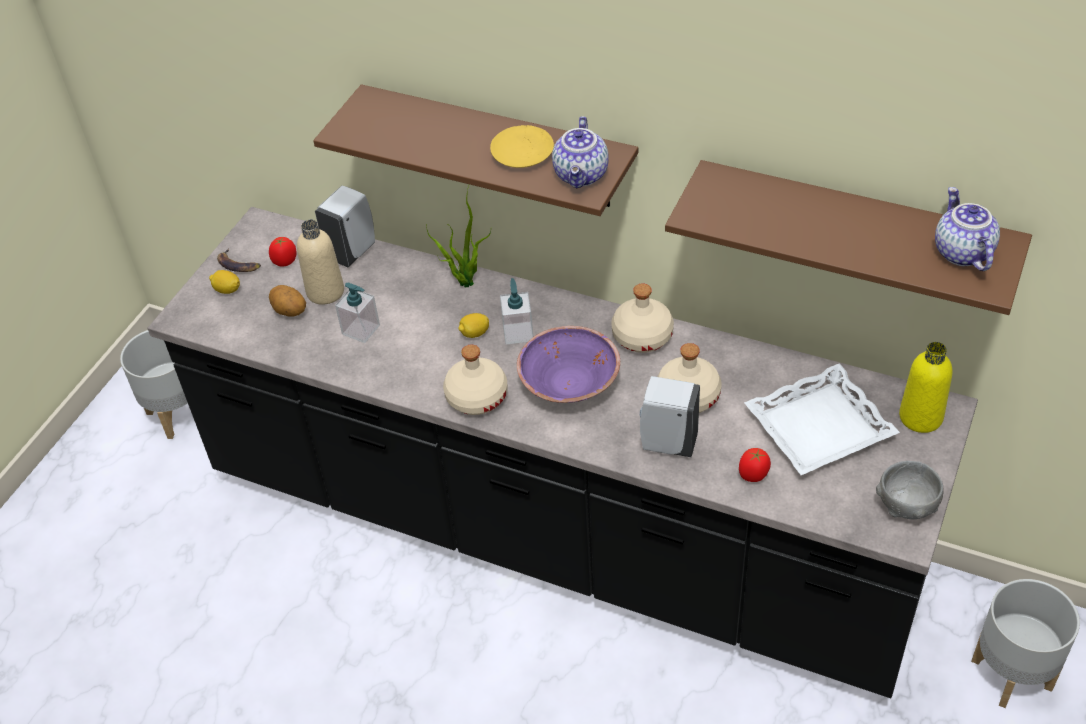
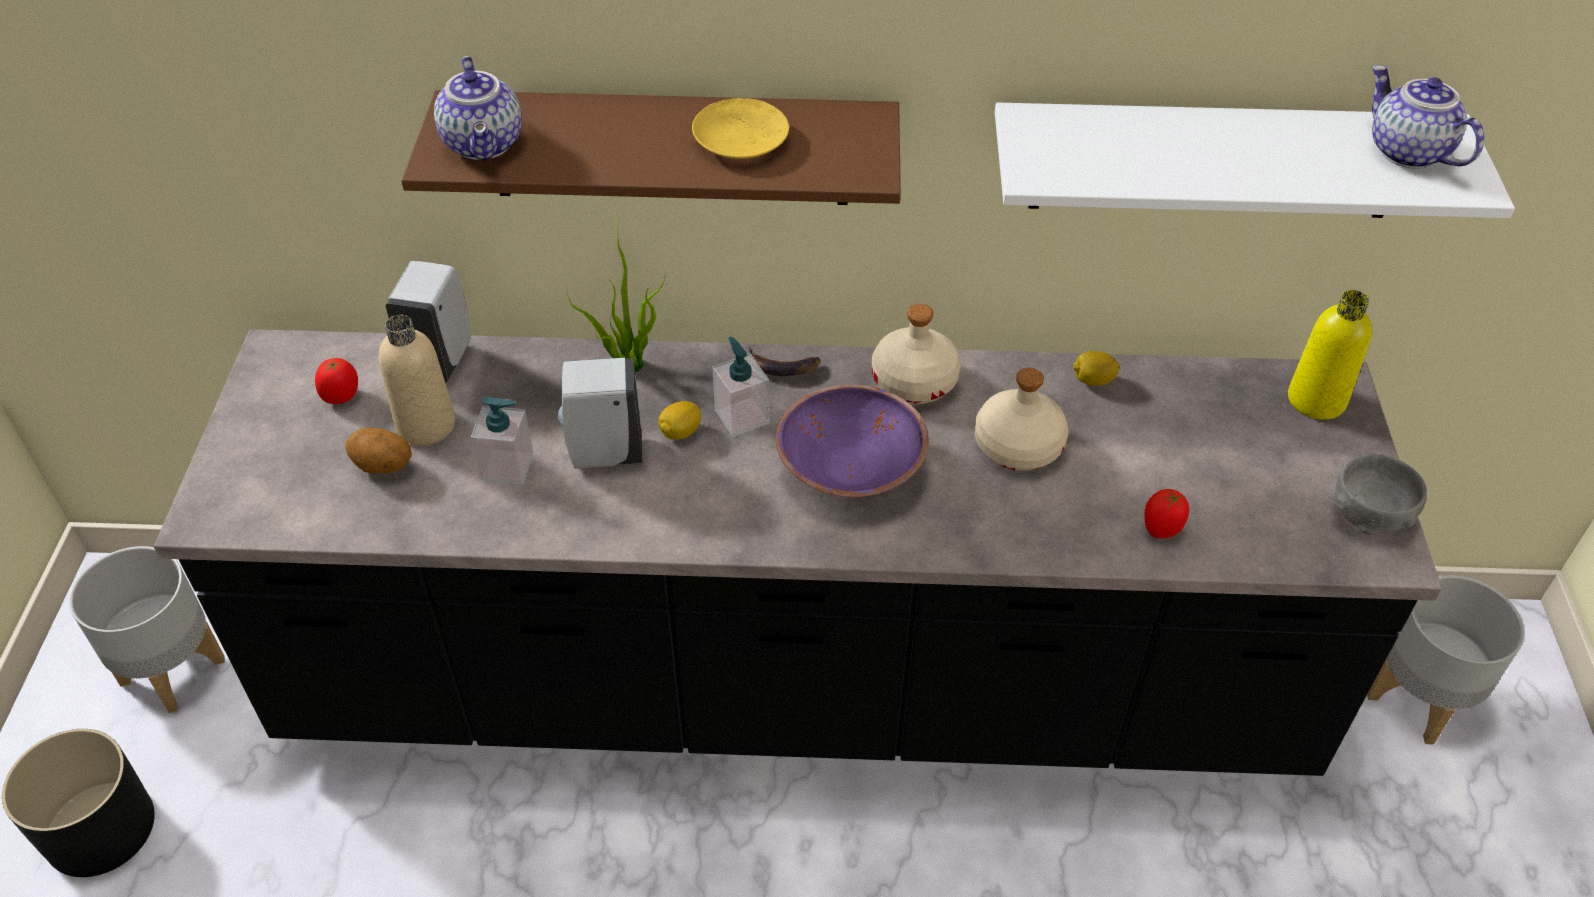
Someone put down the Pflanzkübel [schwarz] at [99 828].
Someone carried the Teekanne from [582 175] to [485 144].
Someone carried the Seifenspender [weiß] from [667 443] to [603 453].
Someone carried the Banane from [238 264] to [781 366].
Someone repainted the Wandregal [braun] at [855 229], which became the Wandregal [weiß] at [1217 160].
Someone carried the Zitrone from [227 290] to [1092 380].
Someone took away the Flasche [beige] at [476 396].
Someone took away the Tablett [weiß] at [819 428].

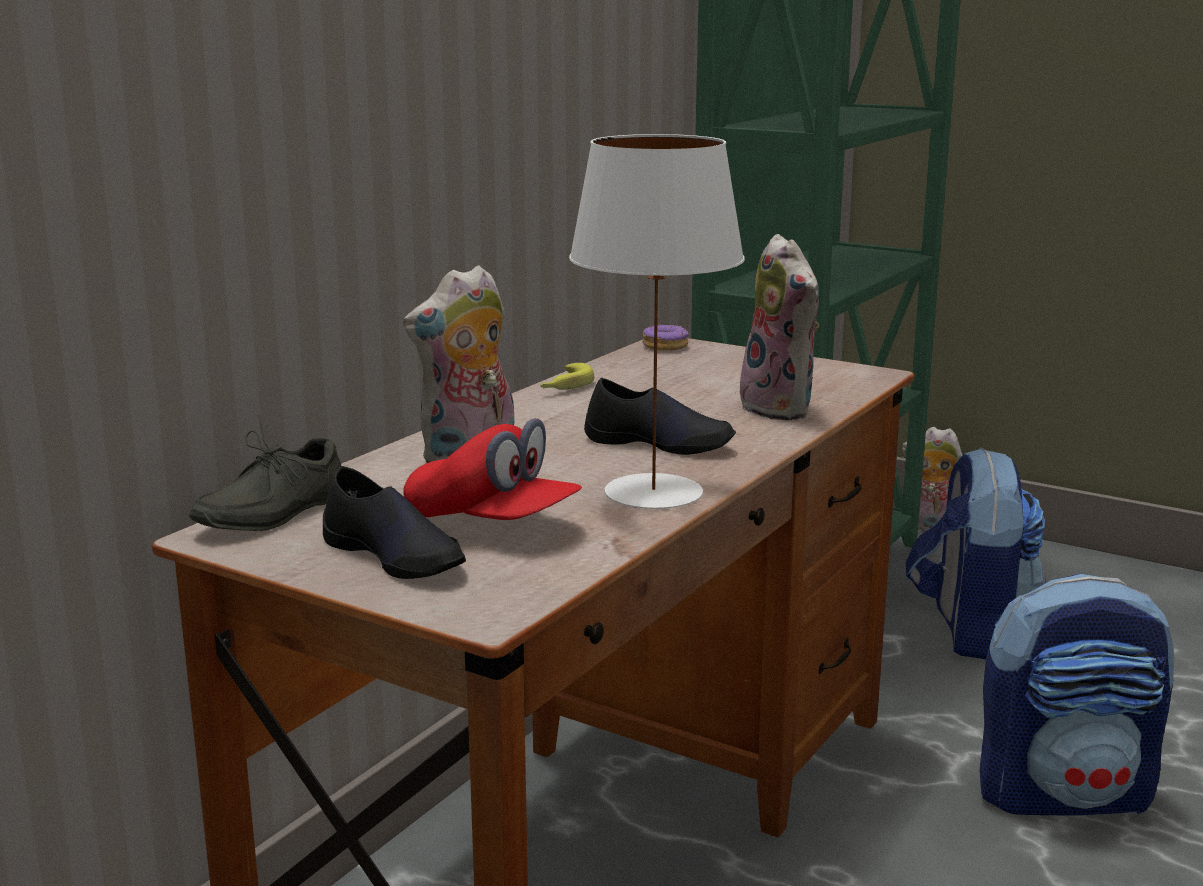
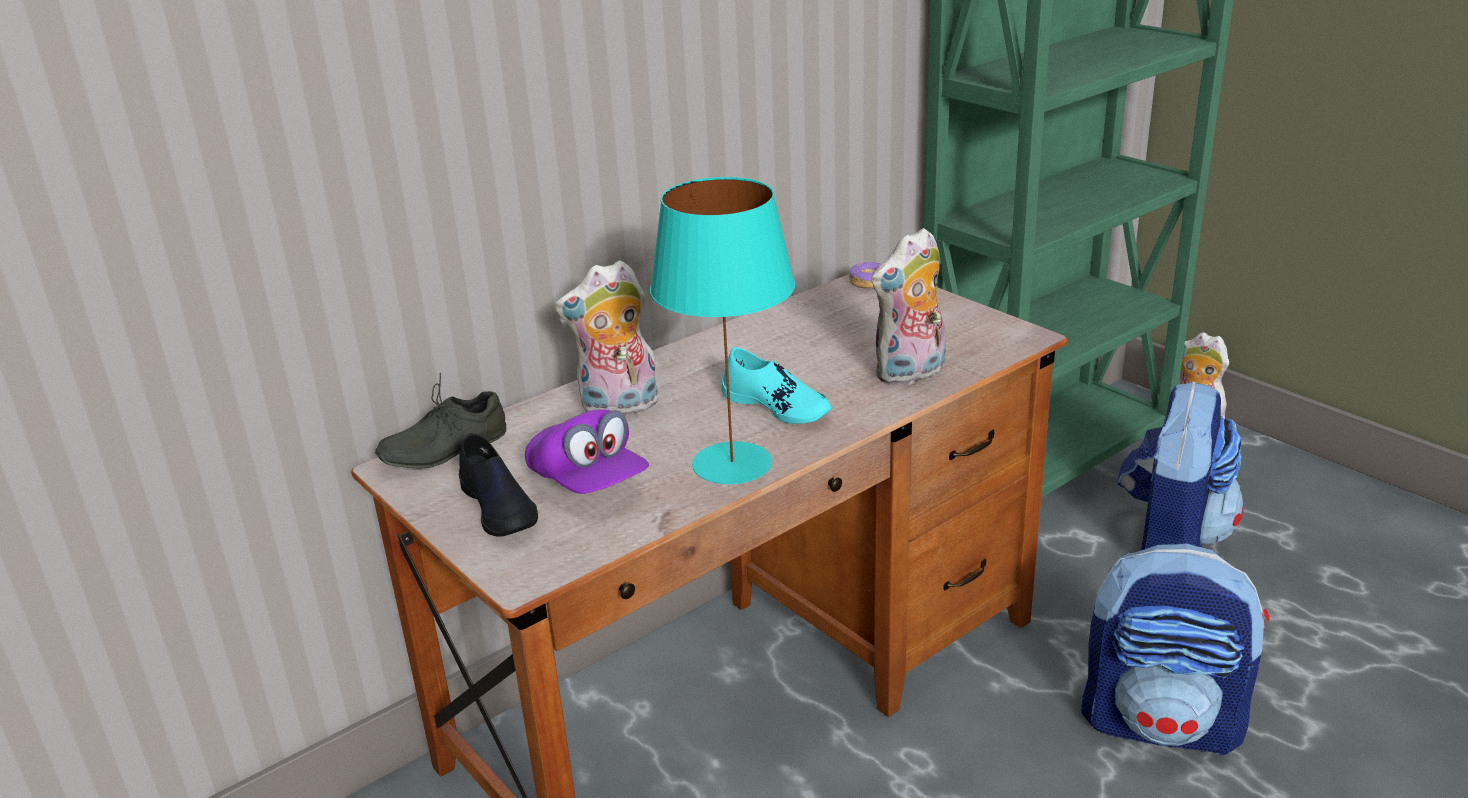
Someone repainted the Kappe [rot] at [492 523], which became the Kappe [lila] at [588 482].
Someone repainted the Tischlampe [weiß] at [653 491], which became the Tischlampe [türkis] at [733 462].
Someone repainted the Schuh [schwarz] at [659 443], which became the Schuh [türkis] at [777 406].
Someone rotated the Plüschtier at [782 408] by 60 degrees clockwise.
Someone took away the Banane at [564 386].

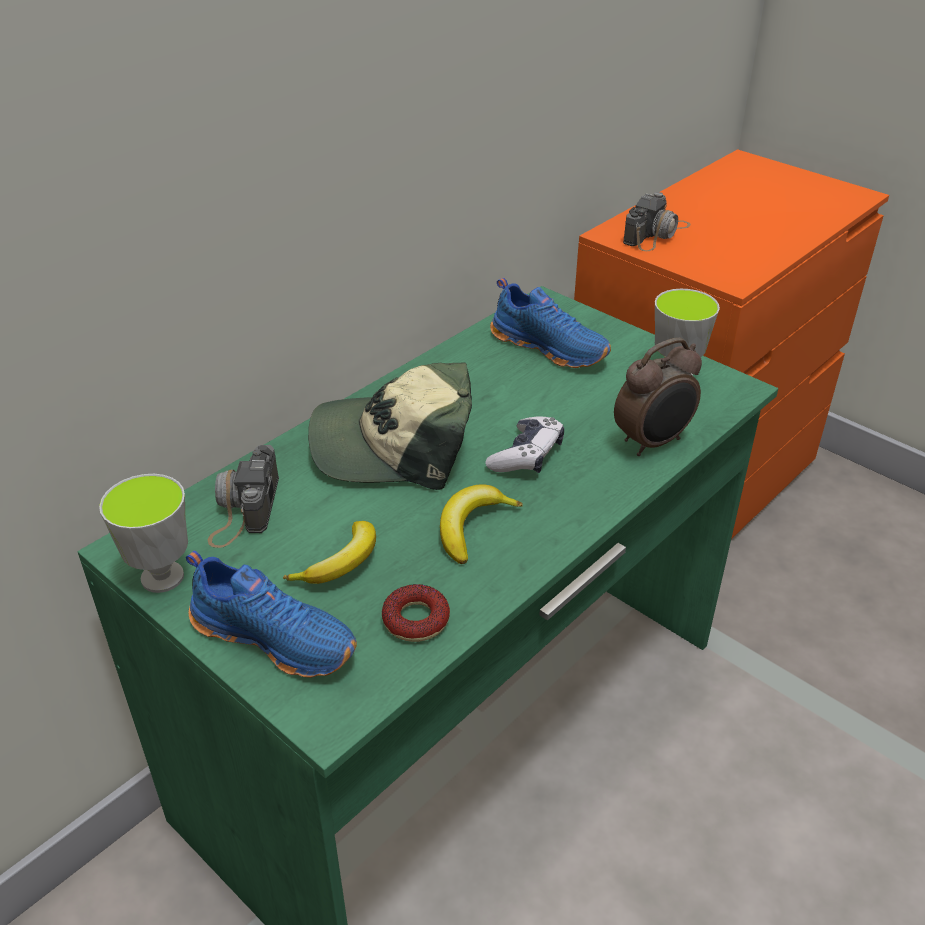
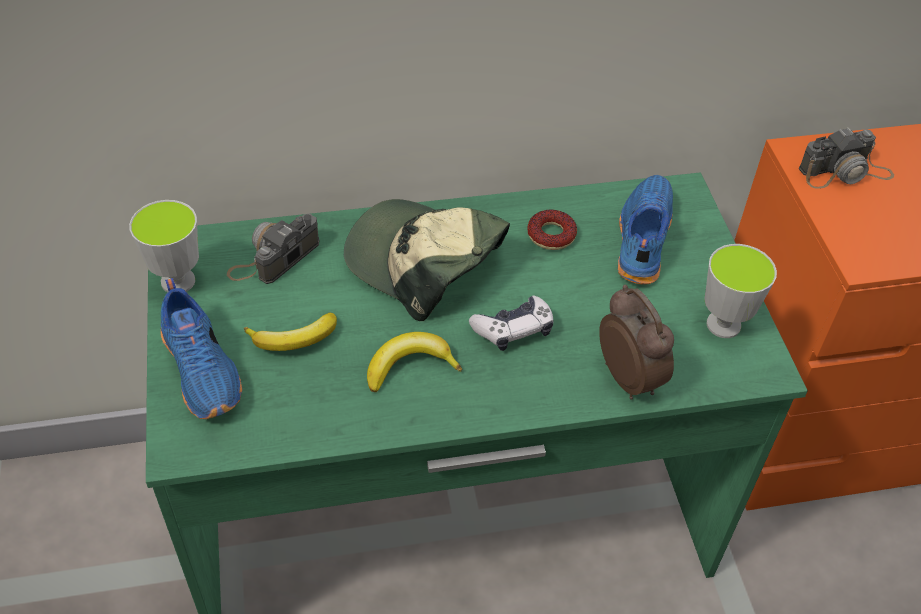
Someone carried the Donut from [416 620] to [551 235].
Someone rotated the Wecker at [653 442] by 120 degrees counterclockwise.
Someone rotated the Schuh [blau] at [550 347] by 150 degrees counterclockwise.

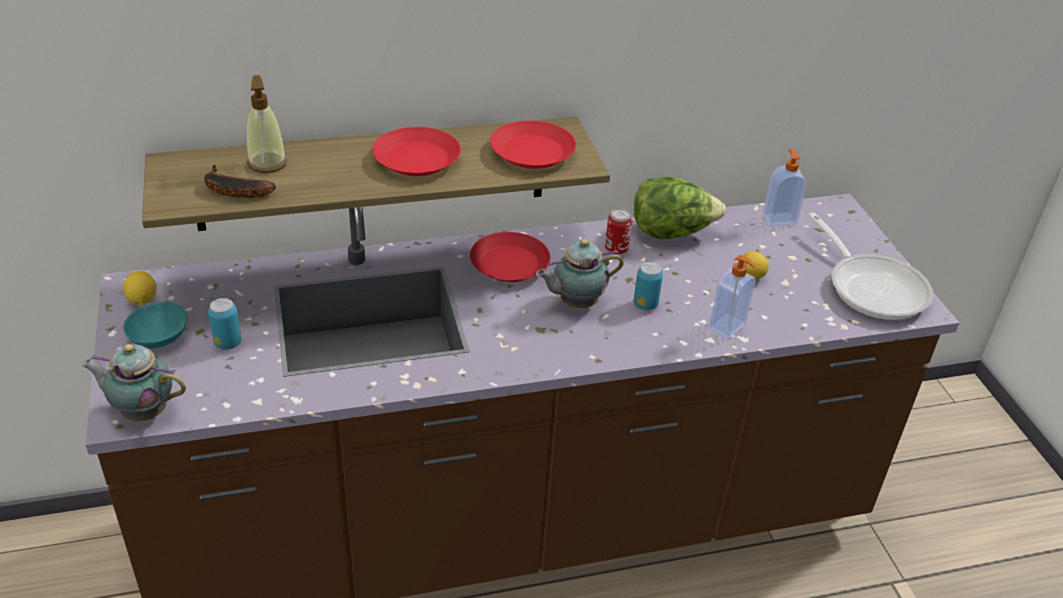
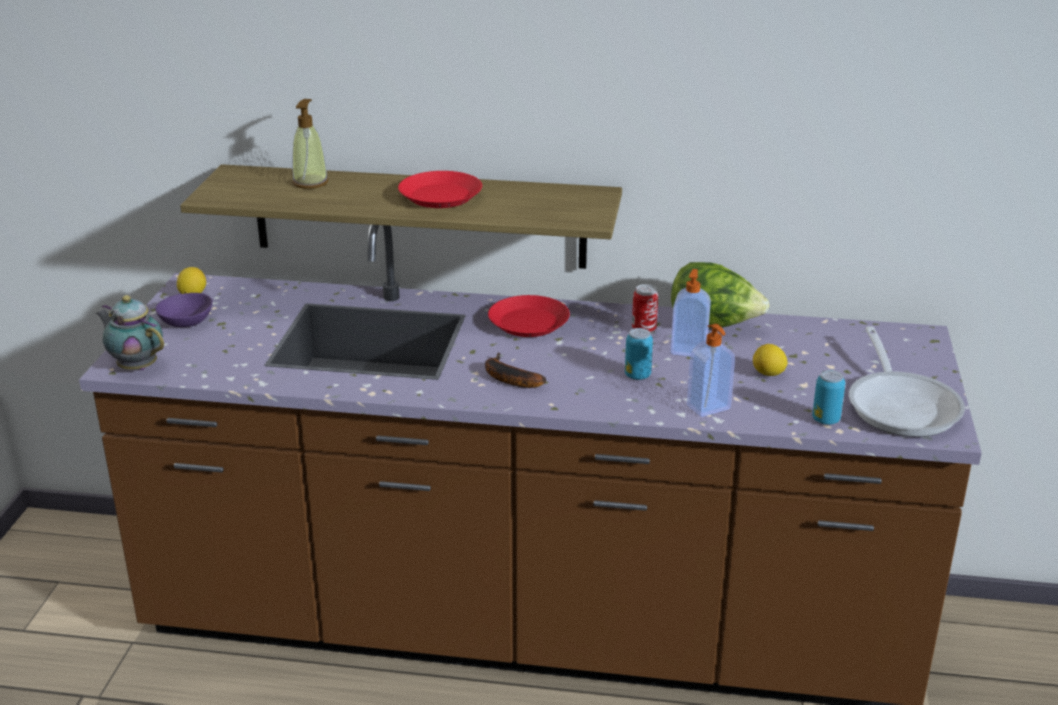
Someone repainted the Schüssel [türkis] at [157 335], which became the Schüssel [lila] at [186 320].
Someone carried the Banane from [232 190] to [507 378].
Someone carried the Seifenspender from [779 218] to [688 350].
Someone carried the Dose from [228 343] to [825 420].
Someone took away the Teller [rot] at [532 152].
Someone took away the Teekanne at [575 303].

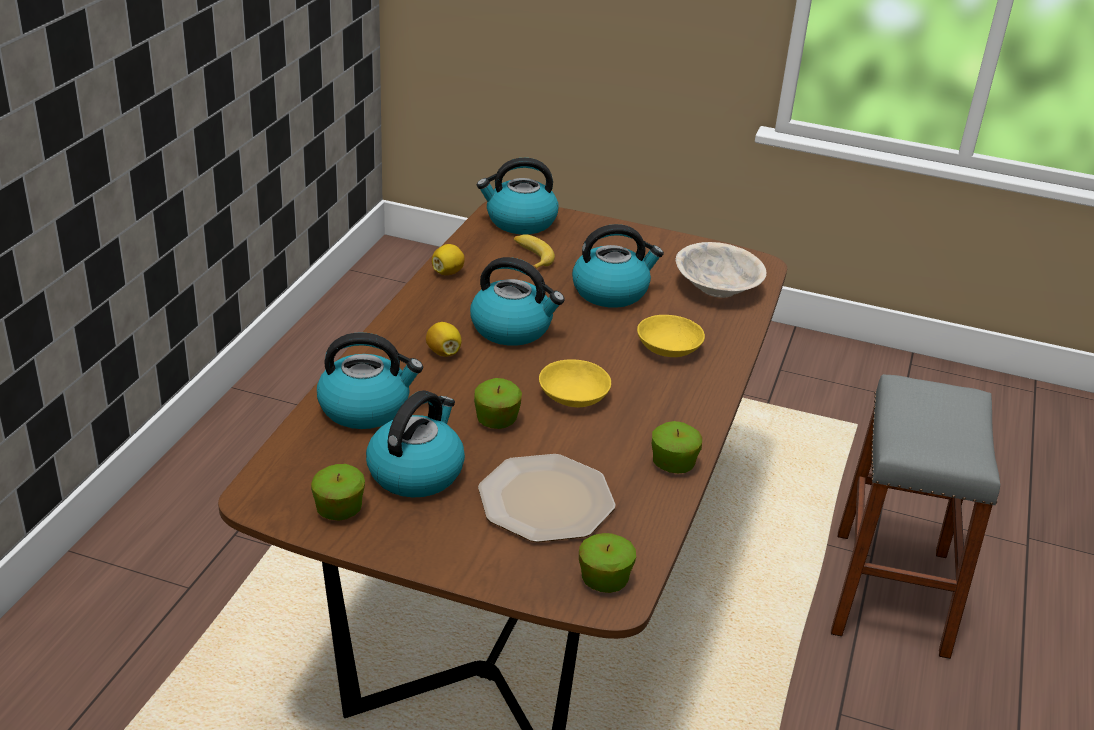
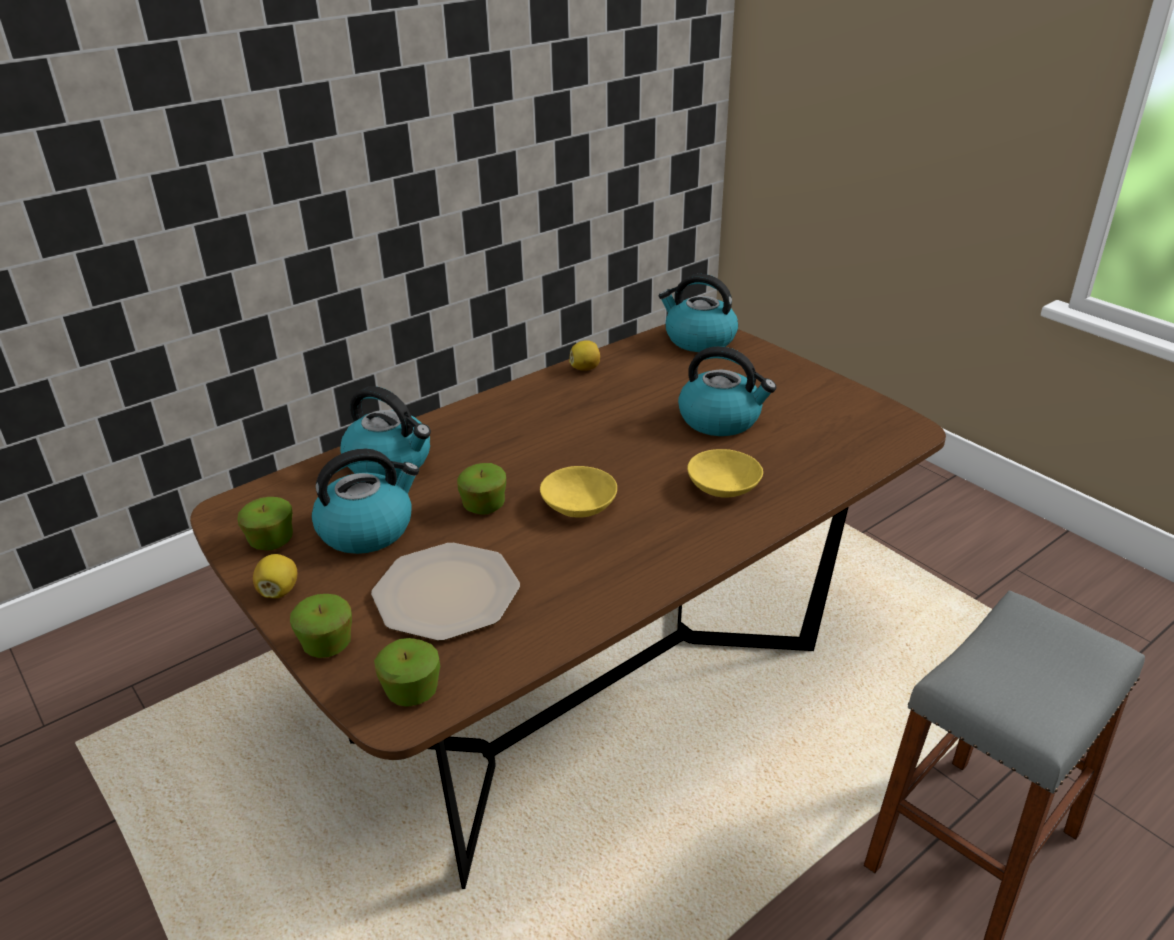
Someone carried the Zitrone from [443 352] to [279 591].
Someone carried the Apfel from [673 465] to [327 645].
Someone took away the Wasserkessel at [512 328].
Someone took away the Banane at [531 257].
Someone took away the Schüssel [beige] at [717 288].

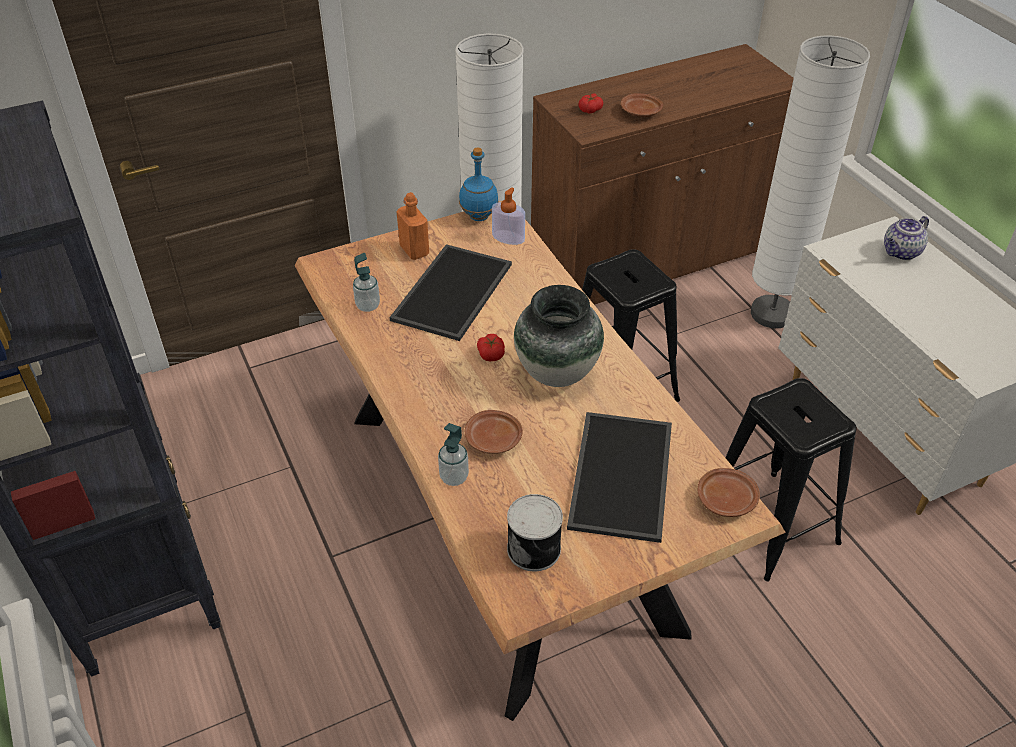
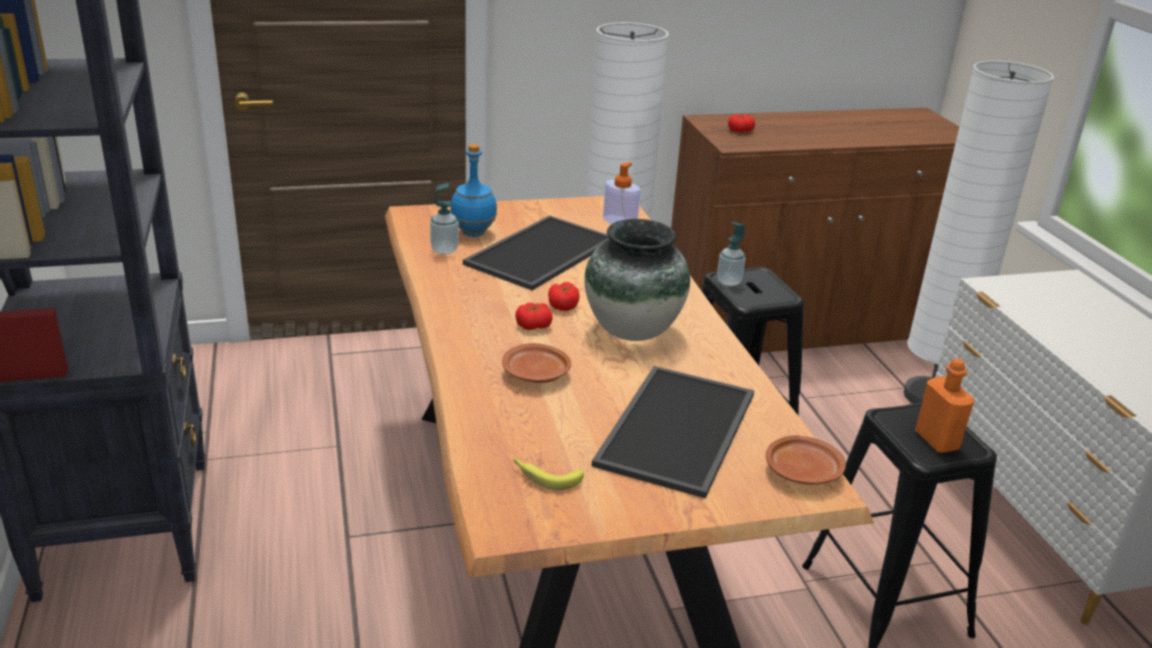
Someone carried the Flasche [blau] from [479 217] to [474 233].
Someone swapped the Dose at [535 548] for the Banane at [545 477].
Someone put down the Tomate at [533 325].
Someone carried the Seifenspender from [454 477] to [728 282].
Someone carried the Flasche [orange] from [414 250] to [937 441].
Someone took away the Teller [braun] at [641 112].
Someone took away the Teekanne at [901 252].

